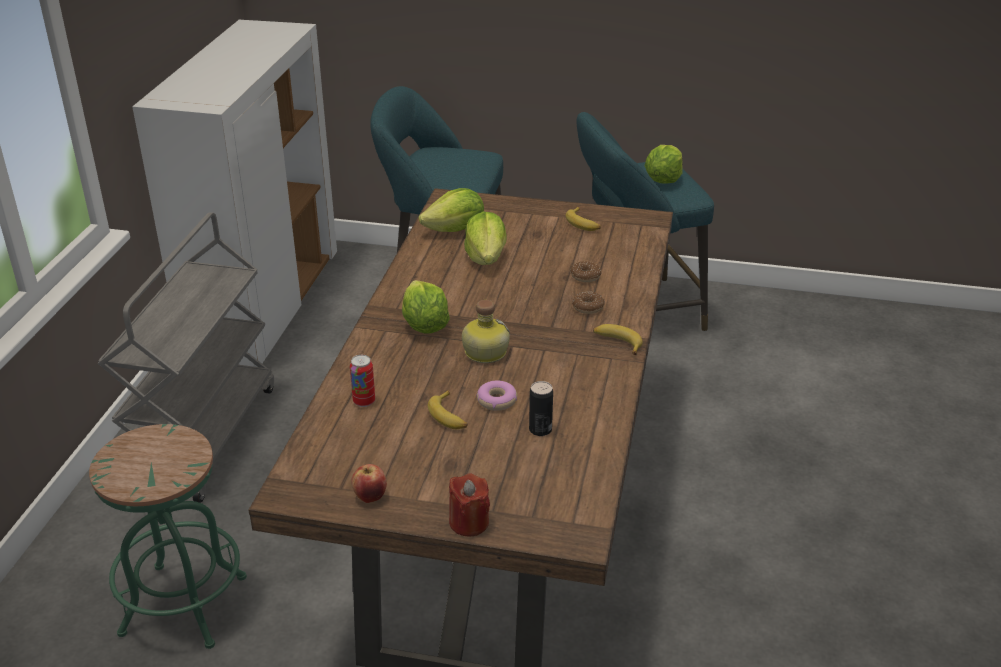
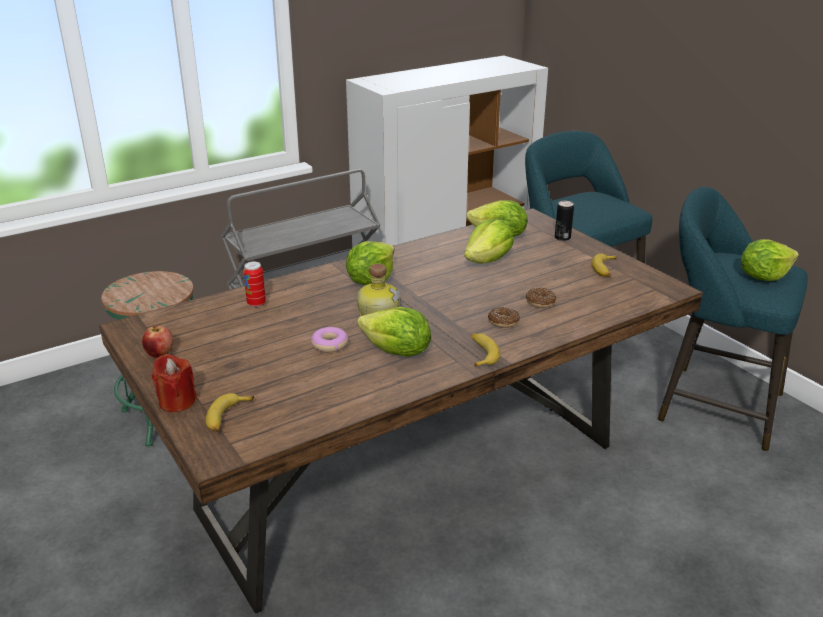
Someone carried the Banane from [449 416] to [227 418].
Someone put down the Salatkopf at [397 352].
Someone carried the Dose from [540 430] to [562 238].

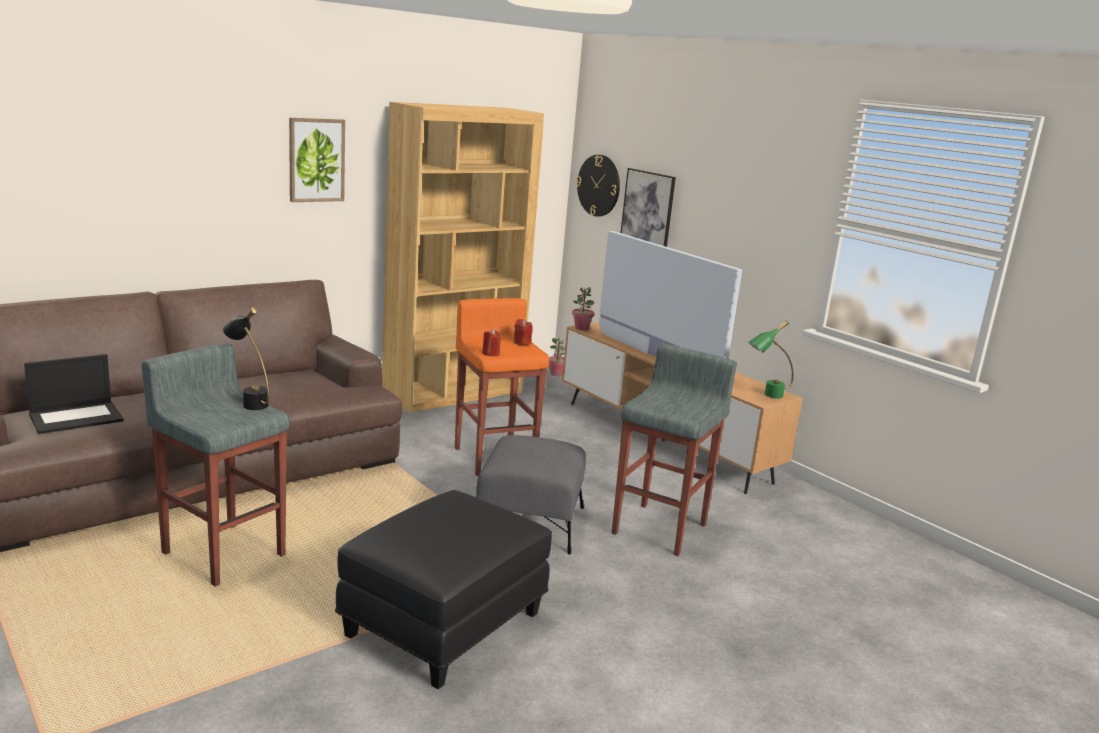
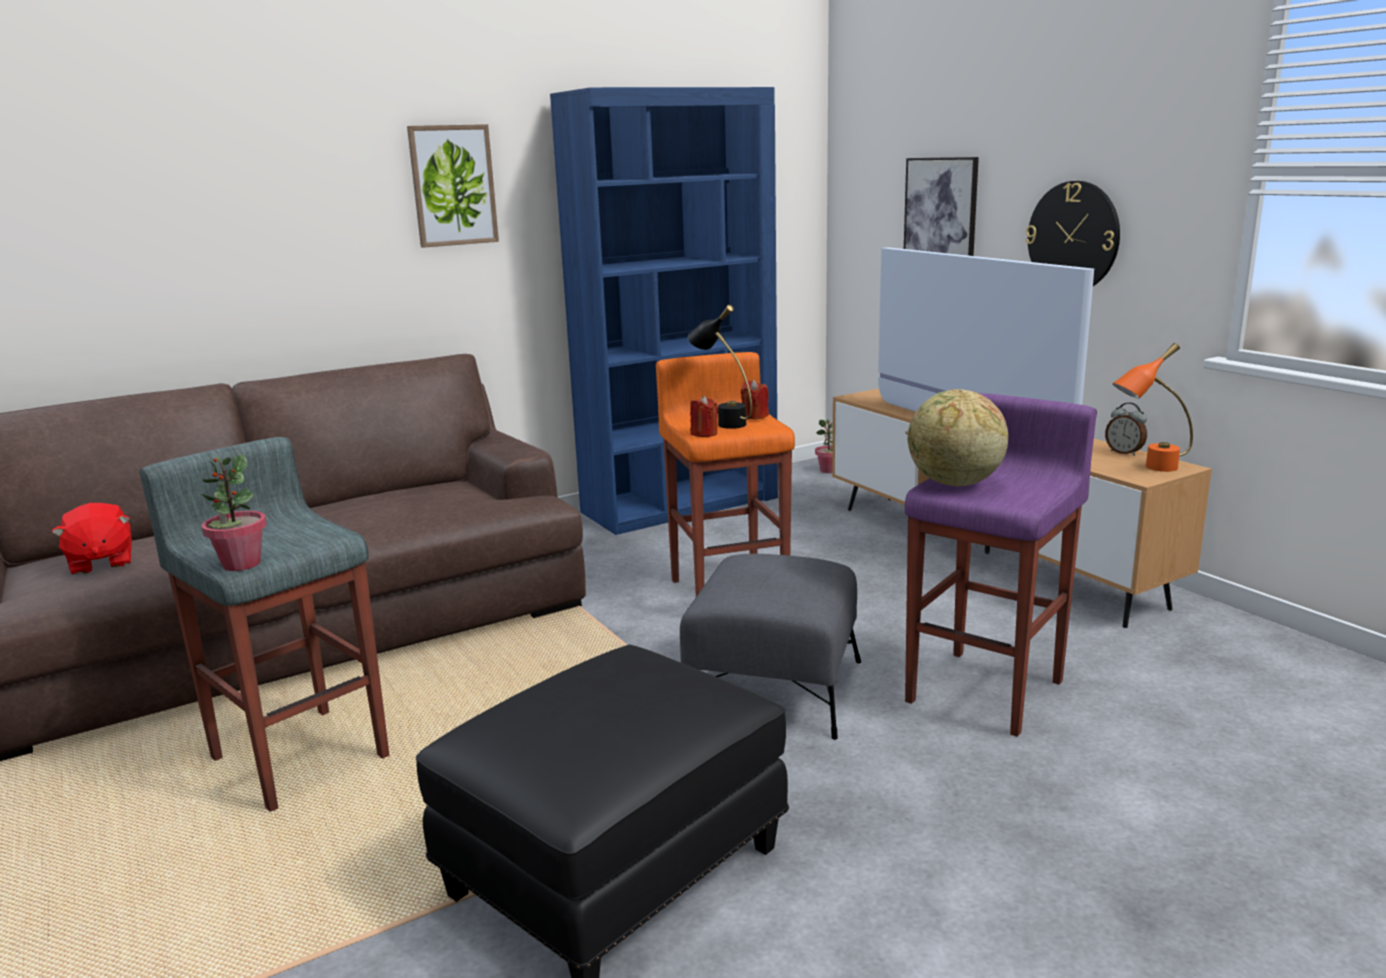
Someone swapped the Laptop at [77 417] for the Plüschtier [rot] at [101 563].
Someone carried the Topfpflanze from [581 328] to [241 564].
Someone repainted the Bücherregal [braun] at [453 393], which became the Bücherregal [blau] at [681 505].
Someone carried the Tischlampe [schwarz] from [250 402] to [723 422].
Someone repainted the Hocker [grau] at [661 528], which became the Hocker [lila] at [988 690].
Someone put down the Globus at [954 484].
Someone carried the Wanduhr from [599 185] to [1073 237].
Someone put down the Wecker at [1124 452].
Someone repainted the Tischlampe [grün] at [766 395], which became the Tischlampe [orange] at [1148 468].

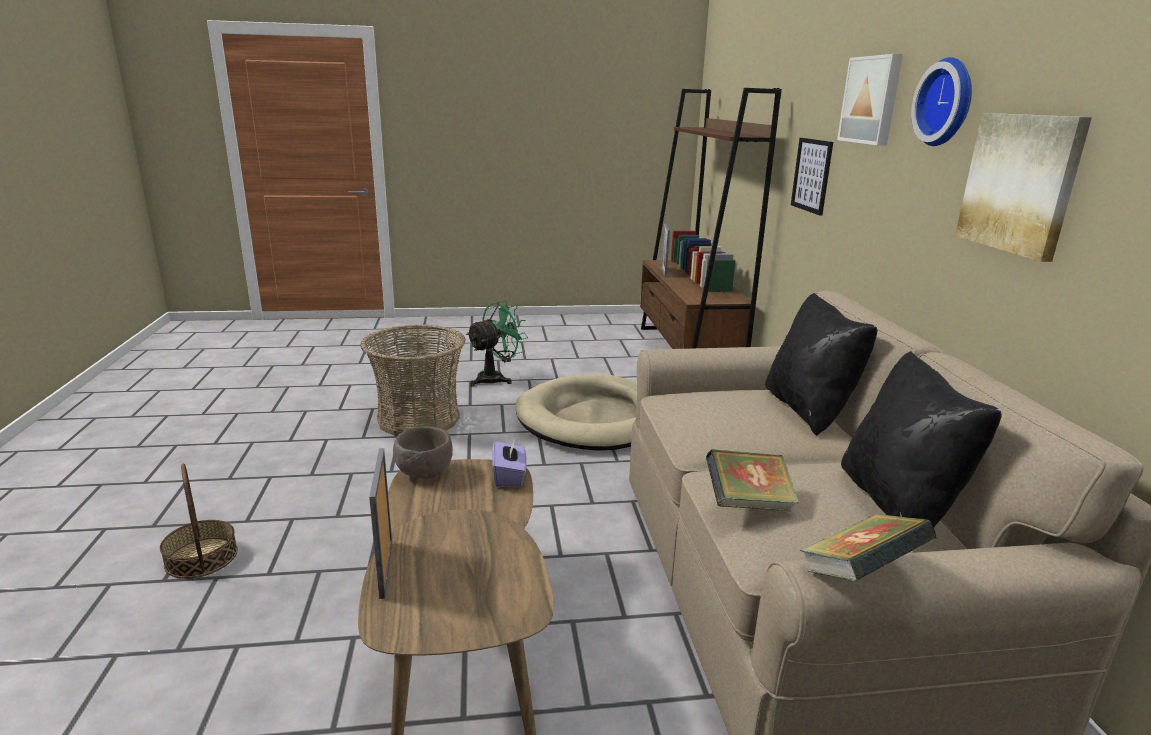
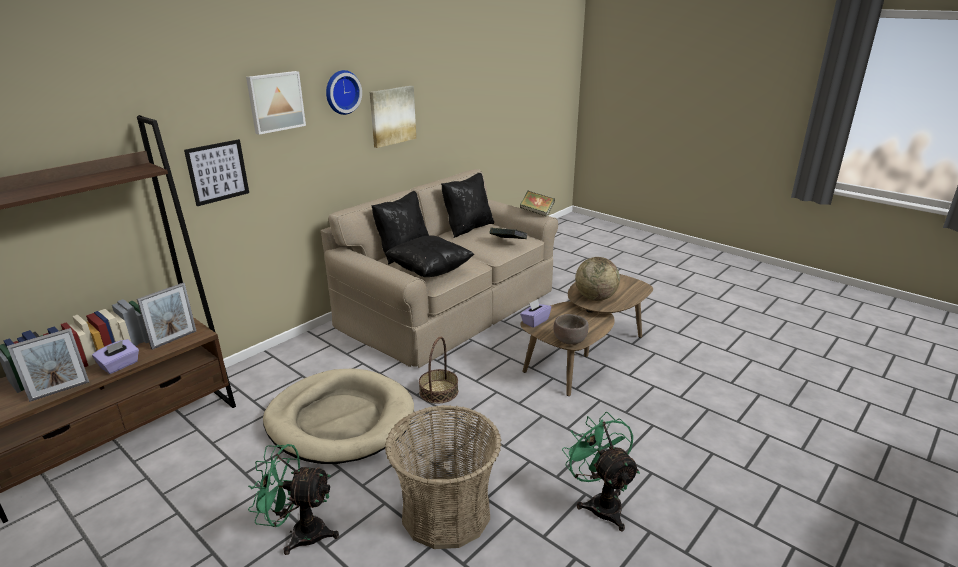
Someone put down the Taschentuchbox [lila] at [120 365].
Someone carried the Bilderrahmen from [386 568] to [174 339].
Someone put down the Kissen [schwarz] at [430 271].
Someone carried the Korb from [202 557] to [438 391].
Someone put down the Ventilator [grün] at [600 503].
Someone put down the Globus at [595 298].

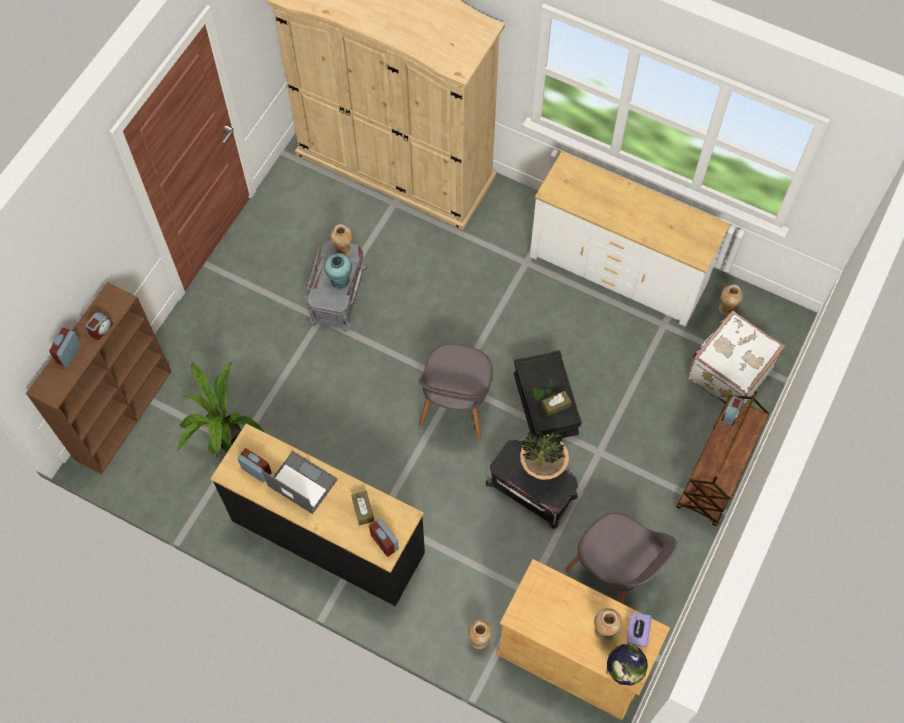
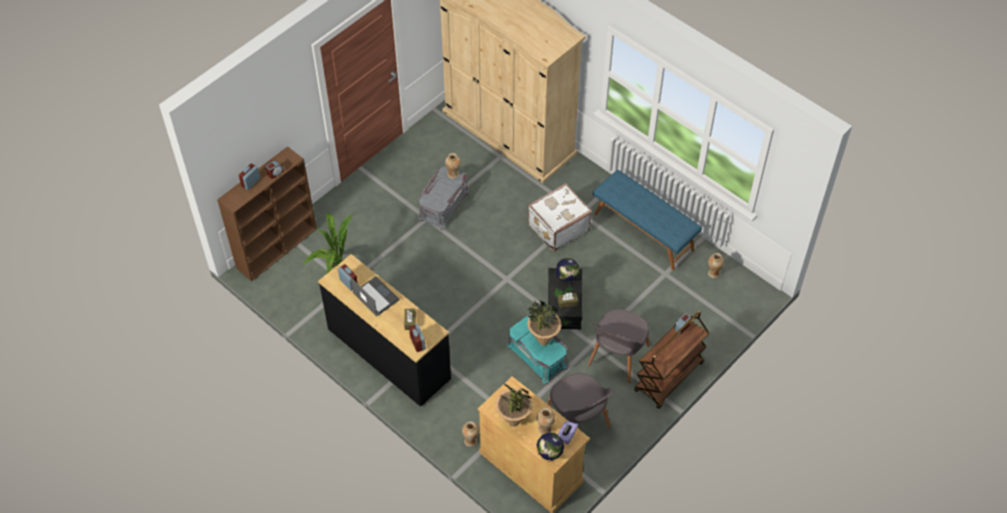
Someone put down the Topfpflanze at [514 421].
Someone repainted the Aufbewahrungsbox [schwarz] at [532 488], which became the Aufbewahrungsbox [türkis] at [538 356].
Someone carried the Koffer [weiß] from [728 371] to [557 227].
Someone put down the Globus at [566 280].
Someone carried the Stuhl [grau] from [455 404] to [617 357].
Someone swapped the Kommode [weiß] at [618 269] for the Bank [blau] at [644 231].
Someone took away the Vase [türkis] at [340 280].

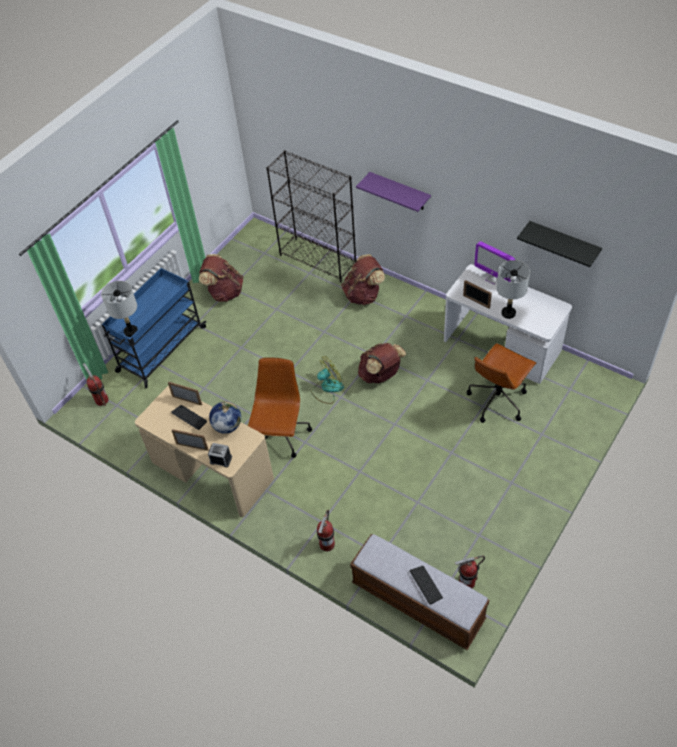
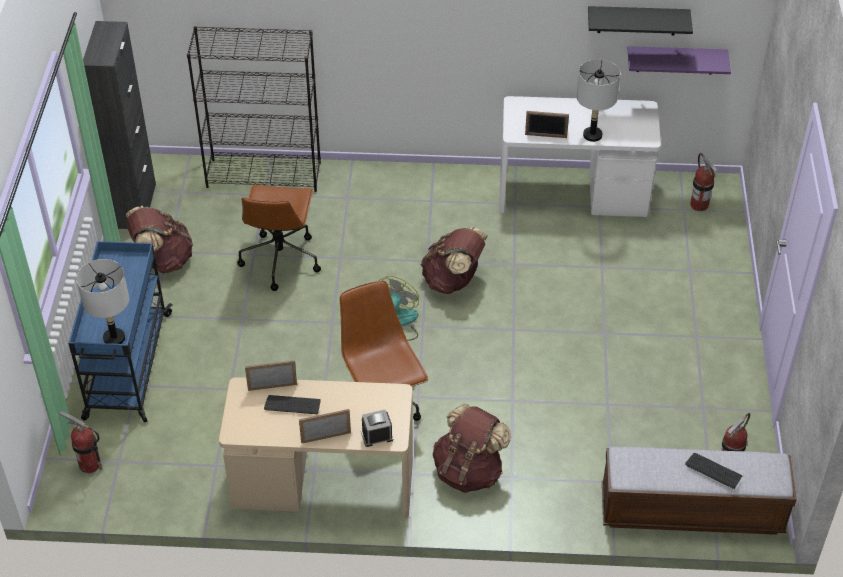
Someone put down the Schrank [schwarz] at [135 206].
Someone carried the Bürostuhl [braun] from [497 400] to [280 259].
Someone carried the Rucksack [braun] from [363 295] to [469 471].
Someone carried the Wandregal [lila] from [400 191] to [675 60].
Someone carried the Feuerlöscher from [327 544] to [699 205].
Someone took away the Globus at [227 426].
Someone took away the Monitor at [493 279].

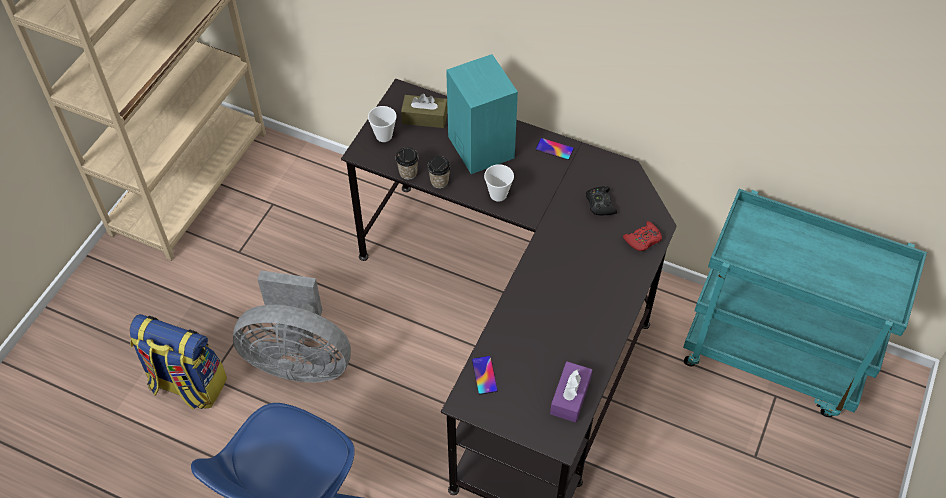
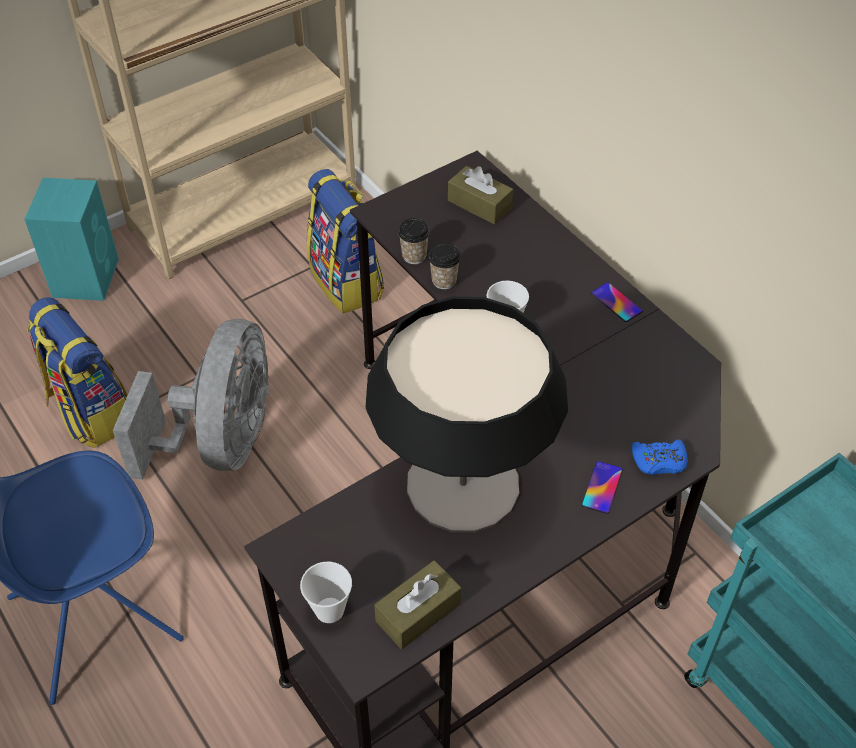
Someone carried the Lautsprecher [türkis] from [480 146] to [86 276].
Someone rotated the Ventilator [grau] at [299 359] by 120 degrees counterclockwise.
Someone carried the Tasse from [384 136] to [329 610].
Someone put down the Rucksack at [347 282].
Someone put down the Tischlampe at [463 485].
Someone repainted the Taschentuchbox [lila] at [570 397], which became the Taschentuchbox [braun] at [418 612].
Someone carried the Handy from [484 375] to [602 487].
Someone repainted the Gamepad [rot] at [643 240], which became the Gamepad [blau] at [659 461].
Someone took away the Gamepad [schwarz] at [600 204].

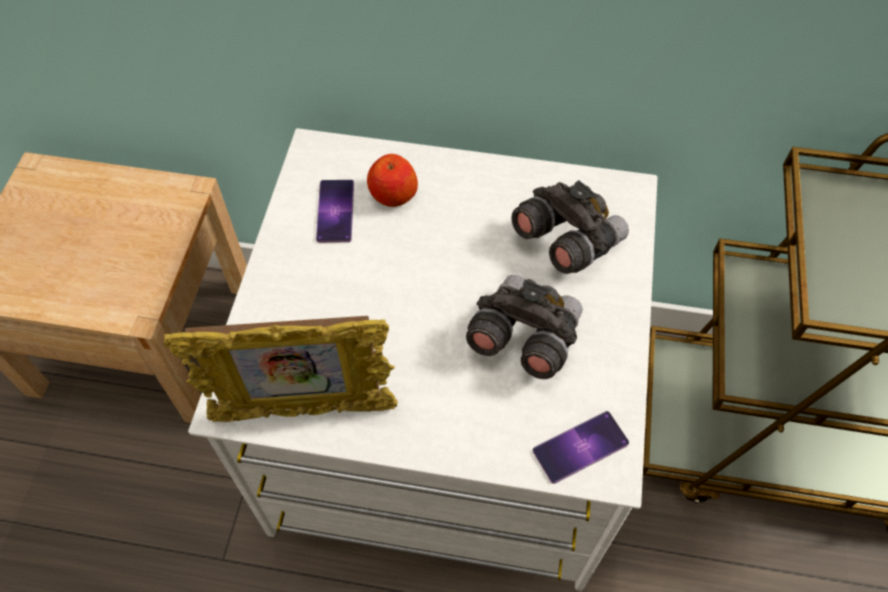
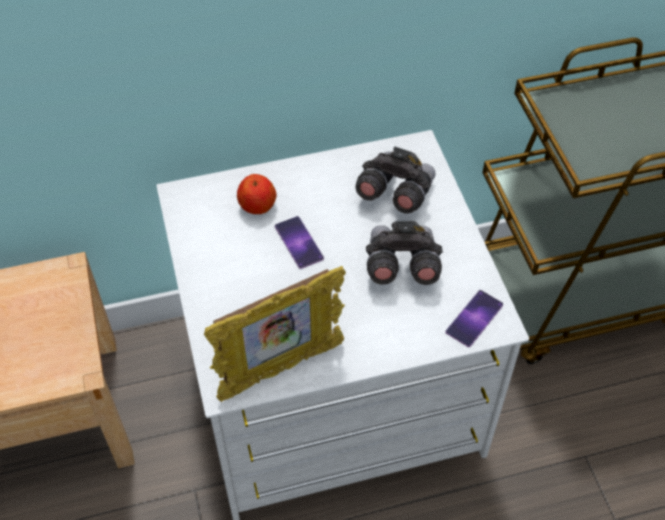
Someone carried the Handy from [335 211] to [299 242].

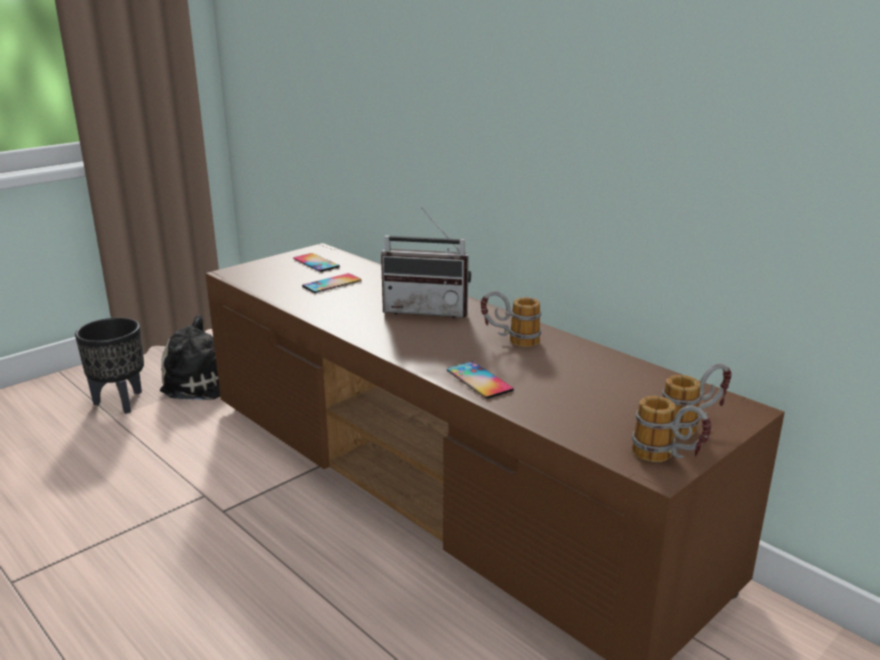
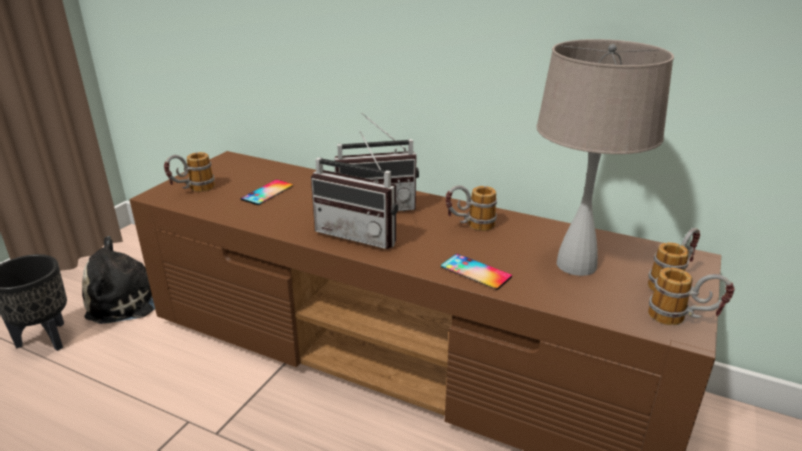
Someone put down the Henkelbecher at [192 190].
Someone put down the Radio at [361 234].
Someone put down the Tischlampe [beige] at [577 265].
Someone took away the Handy at [316 263].

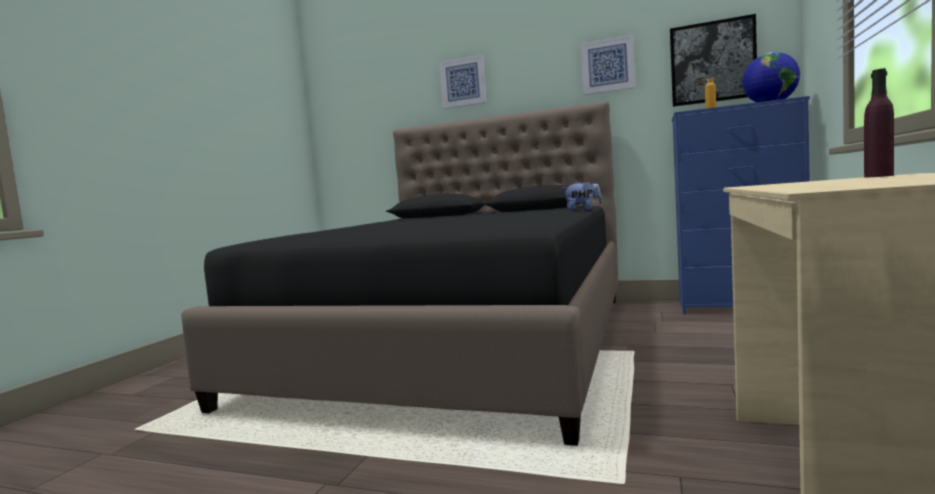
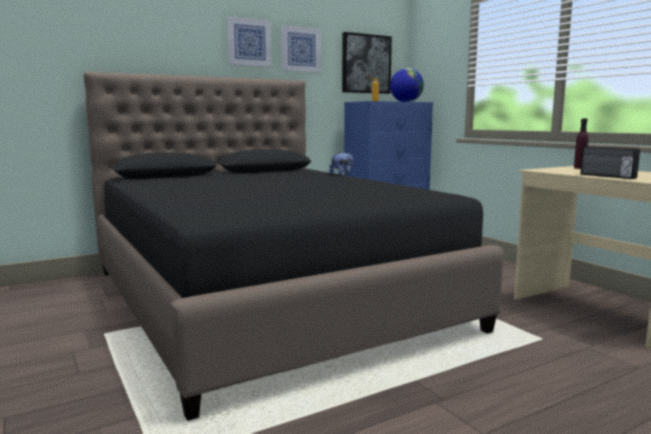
Someone carried the Bild from [463 82] to [249 42].
Someone put down the Radio at [607 176].

